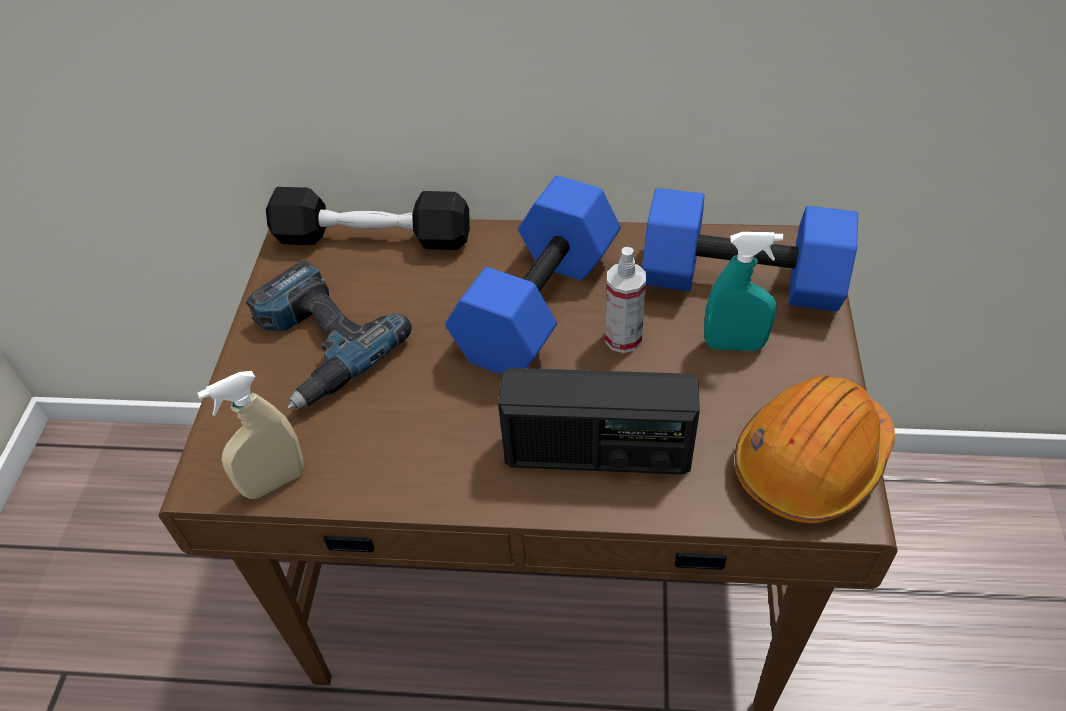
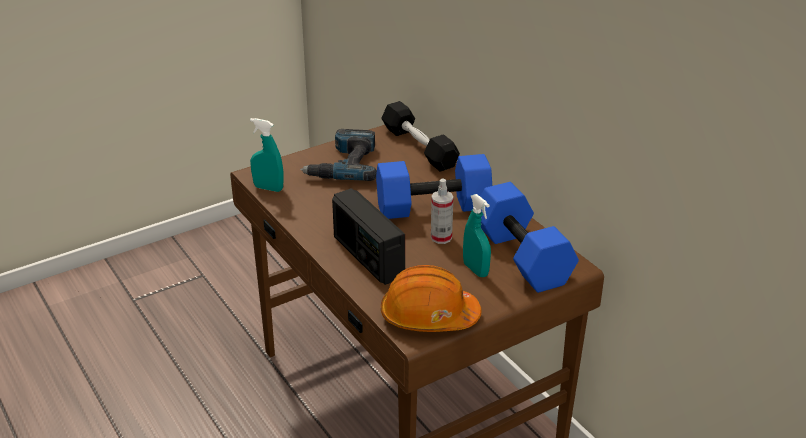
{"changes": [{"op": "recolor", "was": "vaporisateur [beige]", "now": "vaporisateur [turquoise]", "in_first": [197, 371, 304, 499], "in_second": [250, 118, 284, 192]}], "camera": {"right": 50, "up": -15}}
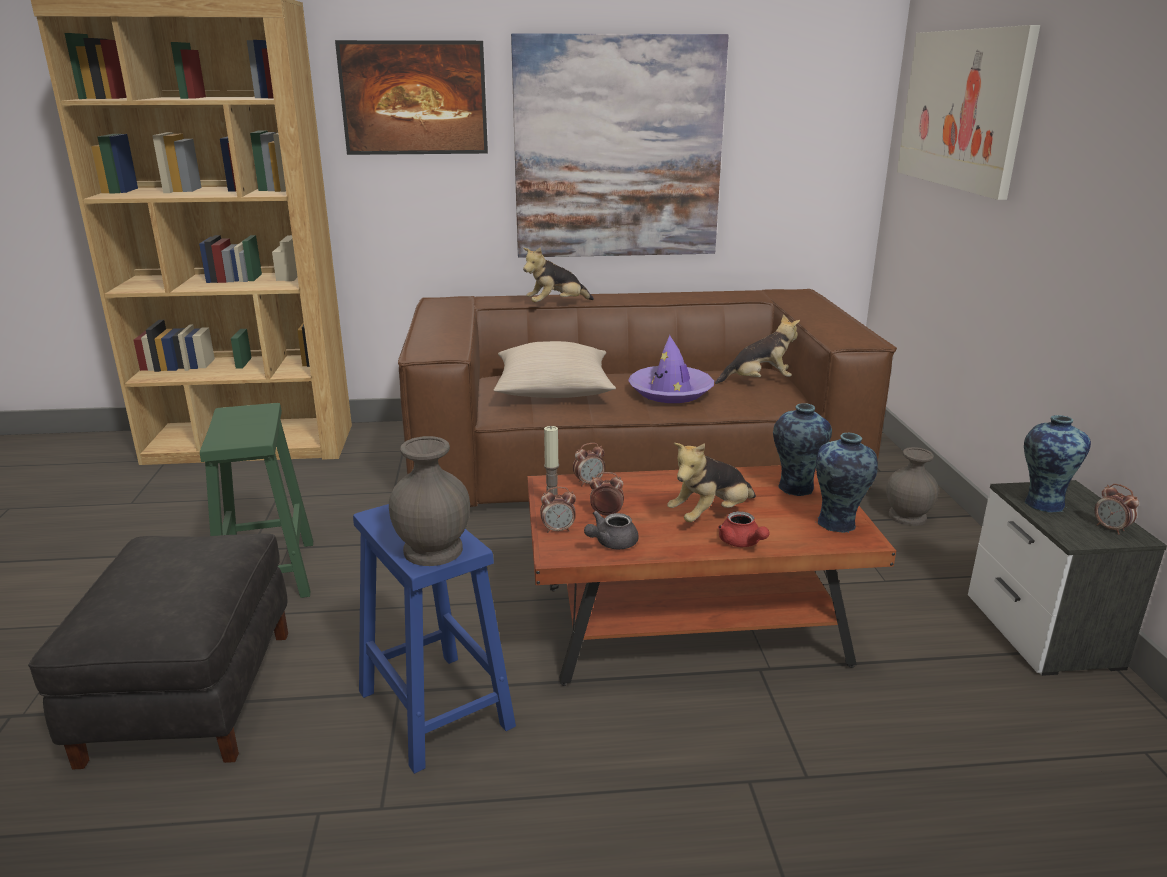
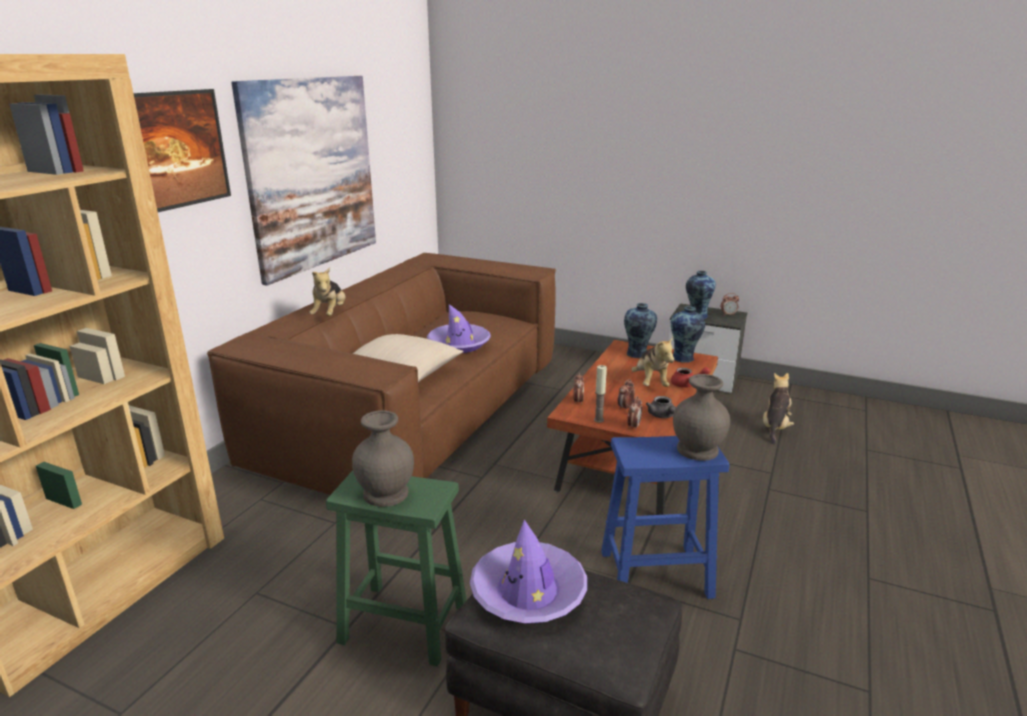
{"changes": [{"op": "move", "was": "vase [gris]", "in_first": [886, 447, 939, 526], "in_second": [352, 410, 414, 507]}, {"op": "insert", "now": "chapeau [violet]", "in_second": [470, 520, 587, 624]}, {"op": "move", "was": "peluche", "in_first": [715, 314, 800, 384], "in_second": [763, 373, 794, 444]}, {"op": "delete", "was": "tableau", "in_first": [897, 25, 1040, 200]}], "camera": {"right": -60, "up": 0}}
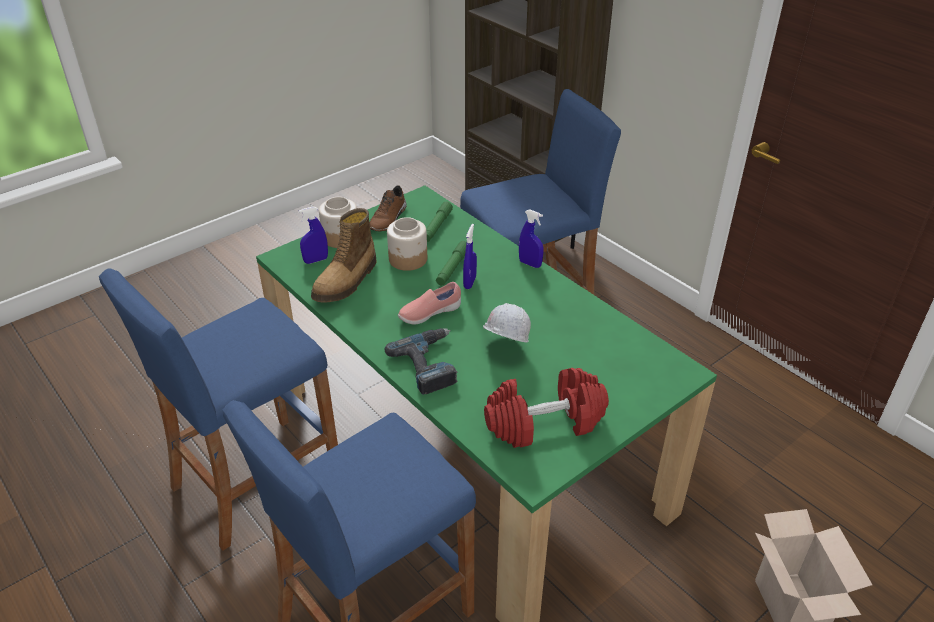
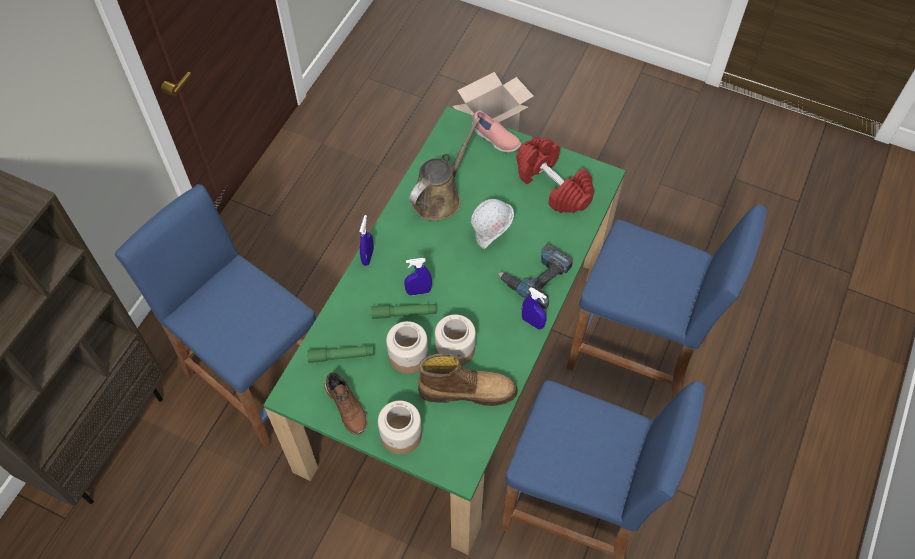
{"changes": [{"op": "rotate", "was": "chaussure [marron]", "in_first": [370, 185, 406, 231], "in_second": [324, 372, 367, 435], "clockwise": 60}, {"op": "insert", "now": "arrosoir [marron]", "in_second": [409, 118, 480, 221]}, {"op": "insert", "now": "bocal", "in_second": [435, 314, 476, 366]}, {"op": "move", "was": "chaussure [rose]", "in_first": [398, 282, 461, 324], "in_second": [472, 110, 521, 152]}, {"op": "move", "was": "vaporisateur [bleu]", "in_first": [298, 206, 328, 264], "in_second": [522, 287, 547, 330]}], "camera": {"right": -115, "up": 20}}
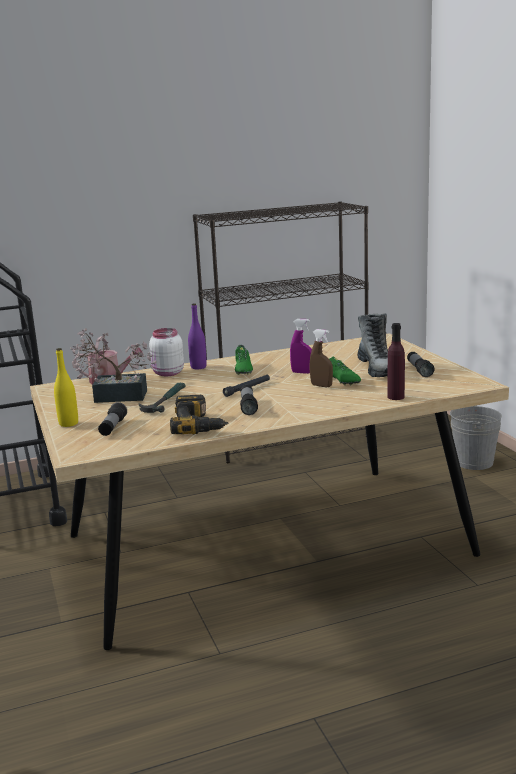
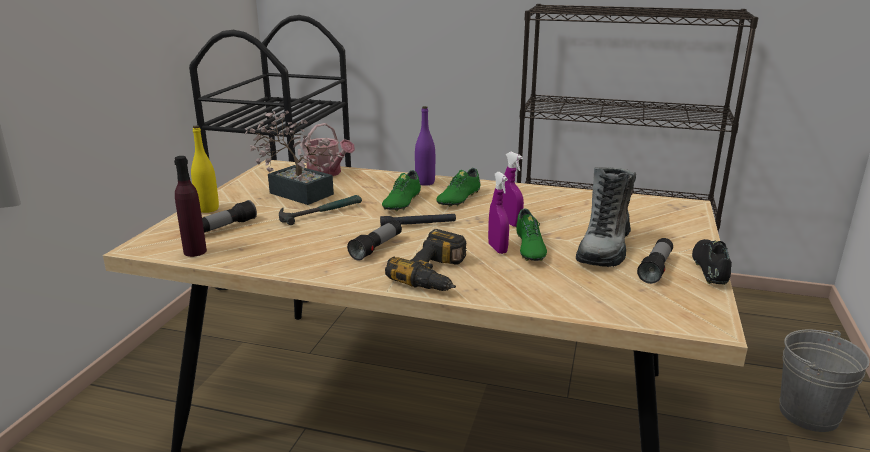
{"changes": [{"op": "move", "was": "bouteille [violet]", "in_first": [387, 323, 405, 400], "in_second": [174, 156, 207, 257]}, {"op": "insert", "now": "chaussure [vert]", "in_second": [382, 170, 421, 211]}, {"op": "move", "was": "perceuse", "in_first": [170, 395, 229, 435], "in_second": [385, 229, 467, 291]}, {"op": "recolor", "was": "vaporisateur [marron]", "now": "vaporisateur [violet]", "in_first": [310, 329, 333, 387], "in_second": [488, 172, 509, 254]}, {"op": "insert", "now": "chaussure [noir]", "in_second": [692, 239, 732, 285]}, {"op": "delete", "was": "bocal [blanc]", "in_first": [149, 328, 184, 376]}], "camera": {"right": 35, "up": 5}}
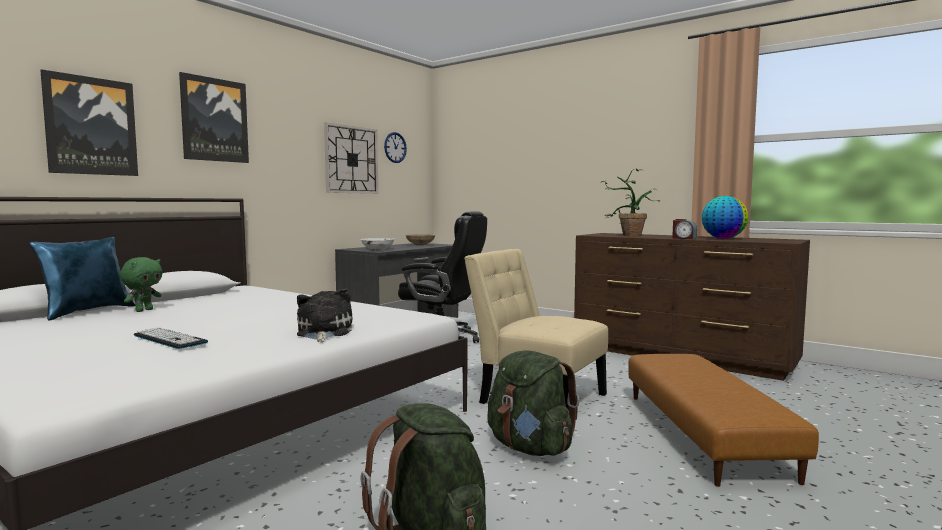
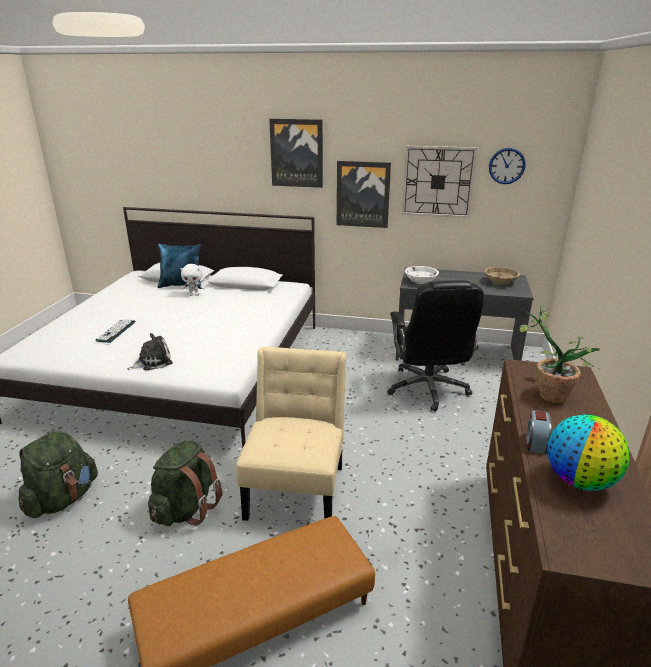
{"changes": [{"op": "recolor", "was": "peluche [vert]", "now": "peluche [blanc]", "in_first": [120, 257, 162, 312], "in_second": [180, 264, 205, 296]}, {"op": "move", "was": "tableau", "in_first": [40, 69, 138, 176], "in_second": [337, 161, 391, 228]}], "camera": {"right": 65, "up": 20}}
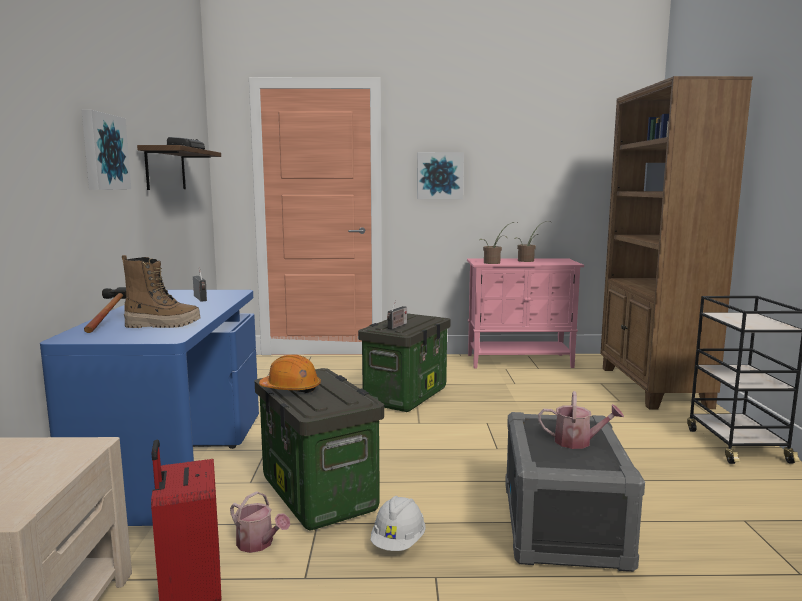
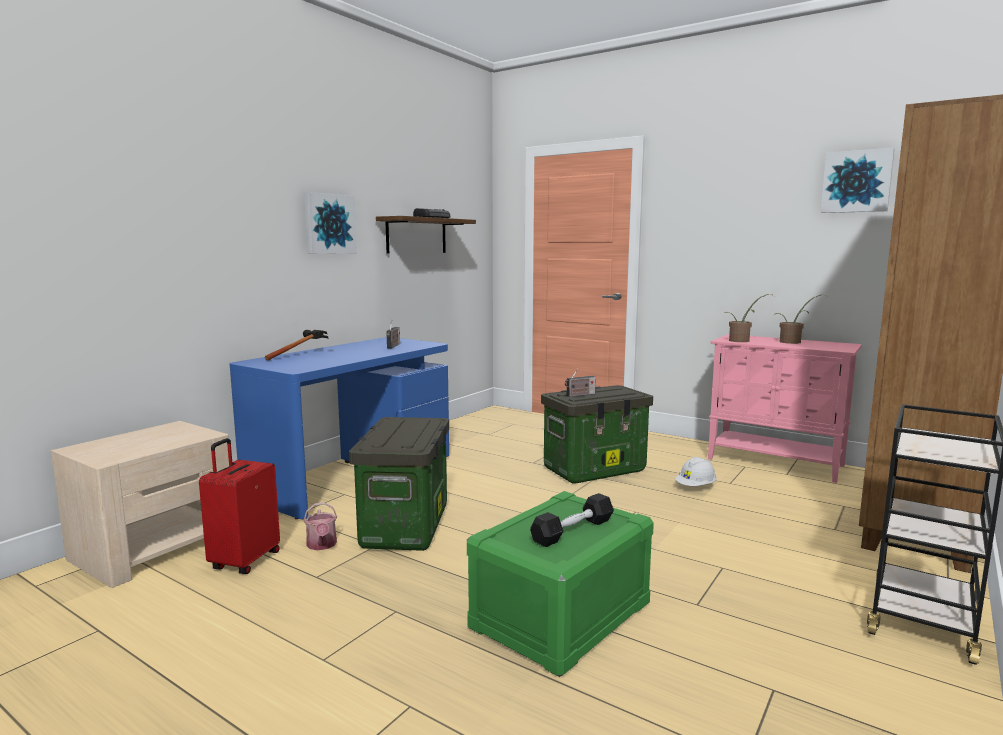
{"changes": [{"op": "recolor", "was": "boîte de rangement [gris]", "now": "boîte de rangement [vert]", "in_first": [505, 412, 645, 572], "in_second": [467, 491, 654, 677]}, {"op": "replace", "was": "arrosoir", "now": "haltère [noir]", "in_first": [538, 391, 624, 449], "in_second": [530, 493, 614, 547]}, {"op": "move", "was": "casque de chantier [blanc]", "in_first": [371, 496, 425, 551], "in_second": [675, 457, 717, 486]}, {"op": "move", "was": "tableau", "in_first": [417, 152, 464, 199], "in_second": [820, 148, 894, 213]}, {"op": "delete", "was": "botte", "in_first": [122, 255, 201, 328]}, {"op": "delete", "was": "casque de chantier [orange]", "in_first": [259, 354, 321, 393]}], "camera": {"right": 35, "up": 0}}
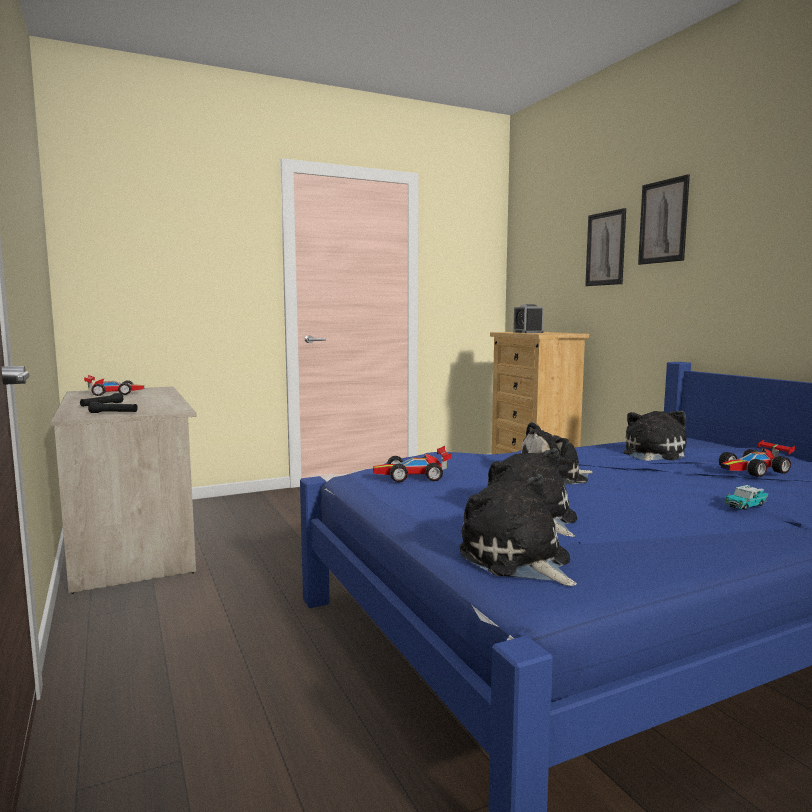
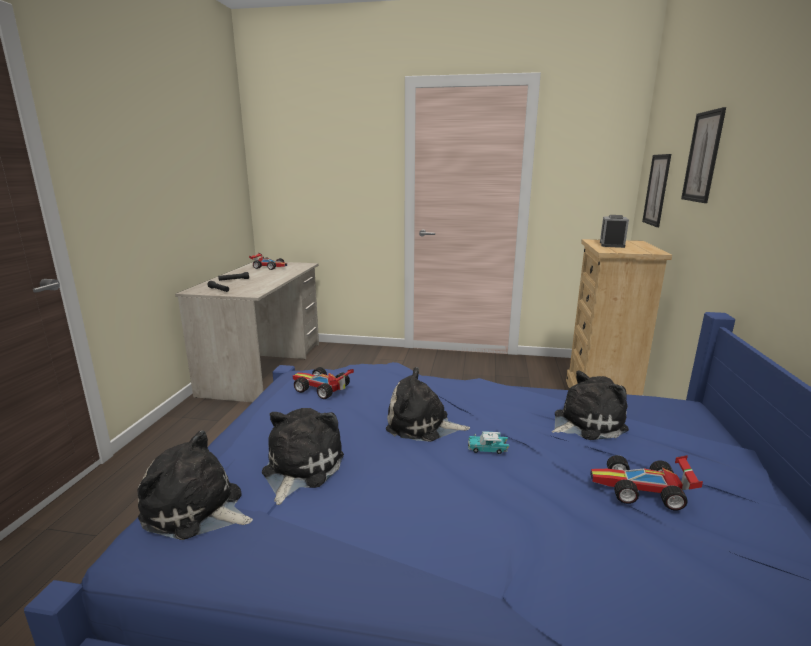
{"changes": [{"op": "rotate", "was": "peluche", "in_first": [459, 474, 577, 586], "in_second": [137, 430, 253, 540], "clockwise": -75}, {"op": "move", "was": "petite voiture", "in_first": [724, 485, 768, 510], "in_second": [468, 431, 509, 454]}, {"op": "move", "was": "tableau", "in_first": [638, 174, 690, 265], "in_second": [642, 154, 671, 227]}], "camera": {"right": 35, "up": 10}}
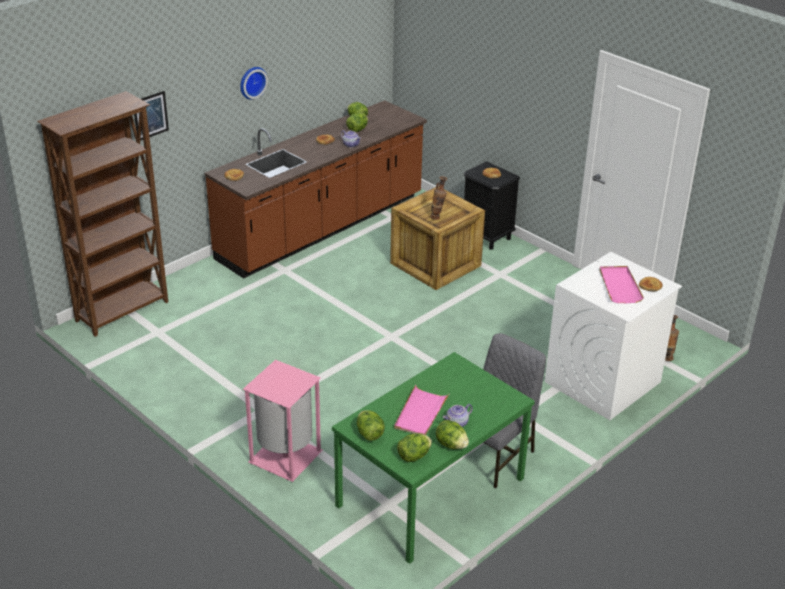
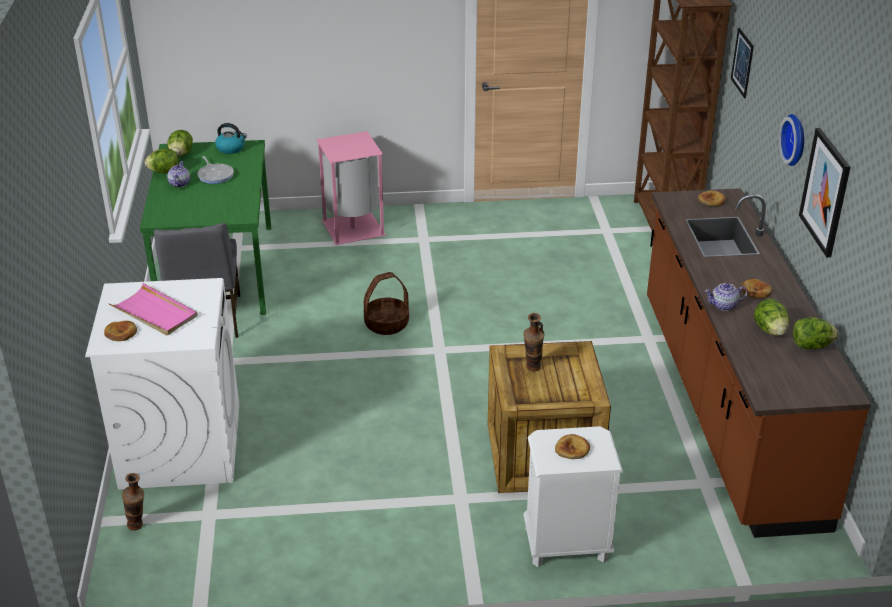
{"changes": [{"op": "replace", "was": "plateau [rose]", "now": "poêle", "in_first": [394, 385, 449, 435], "in_second": [197, 156, 234, 184]}, {"op": "replace", "was": "laitue", "now": "bouilloire", "in_first": [357, 410, 385, 441], "in_second": [215, 123, 247, 154]}, {"op": "insert", "now": "panier", "in_second": [364, 272, 409, 335]}, {"op": "recolor", "was": "table de chevet [noir]", "now": "table de chevet [blanc]", "in_first": [464, 161, 520, 249], "in_second": [524, 426, 623, 567]}, {"op": "insert", "now": "tableau", "in_second": [799, 128, 851, 257]}], "camera": {"right": 130, "up": 0}}
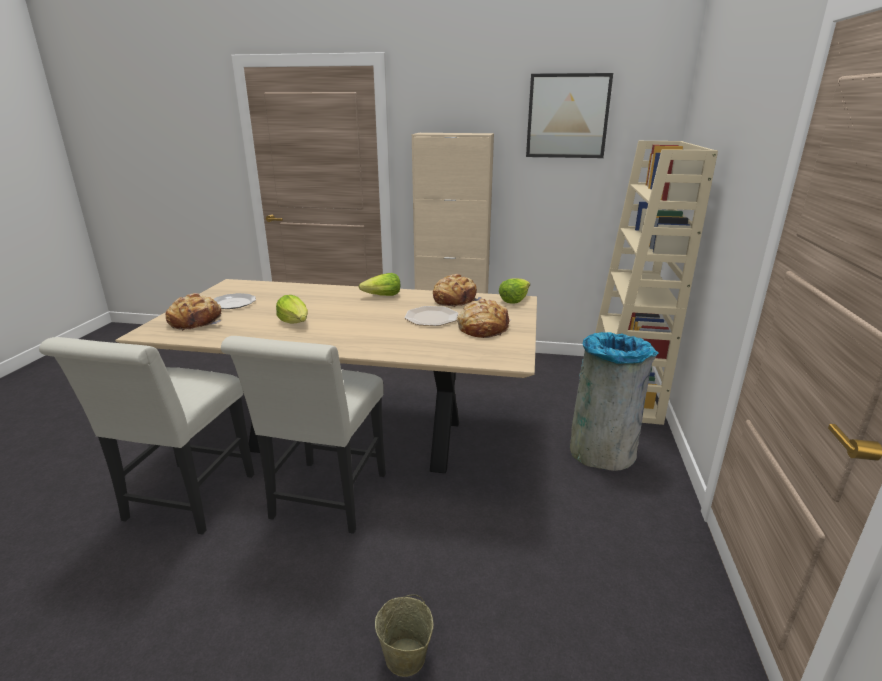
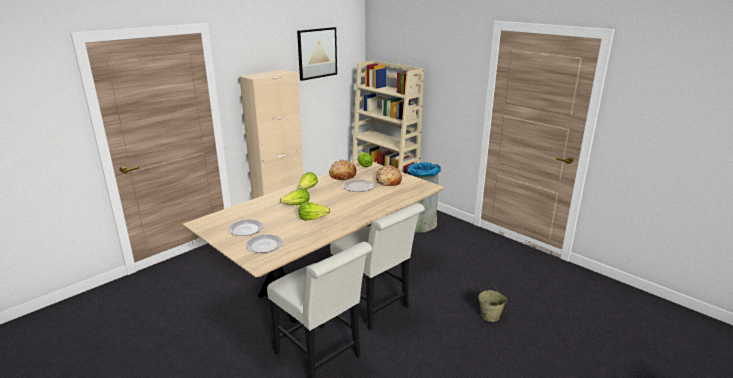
{"changes": [{"op": "replace", "was": "pain", "now": "assiette", "in_first": [166, 293, 222, 331], "in_second": [246, 235, 282, 253]}, {"op": "insert", "now": "laitue", "in_second": [280, 189, 310, 205]}], "camera": {"right": -55, "up": 0}}
